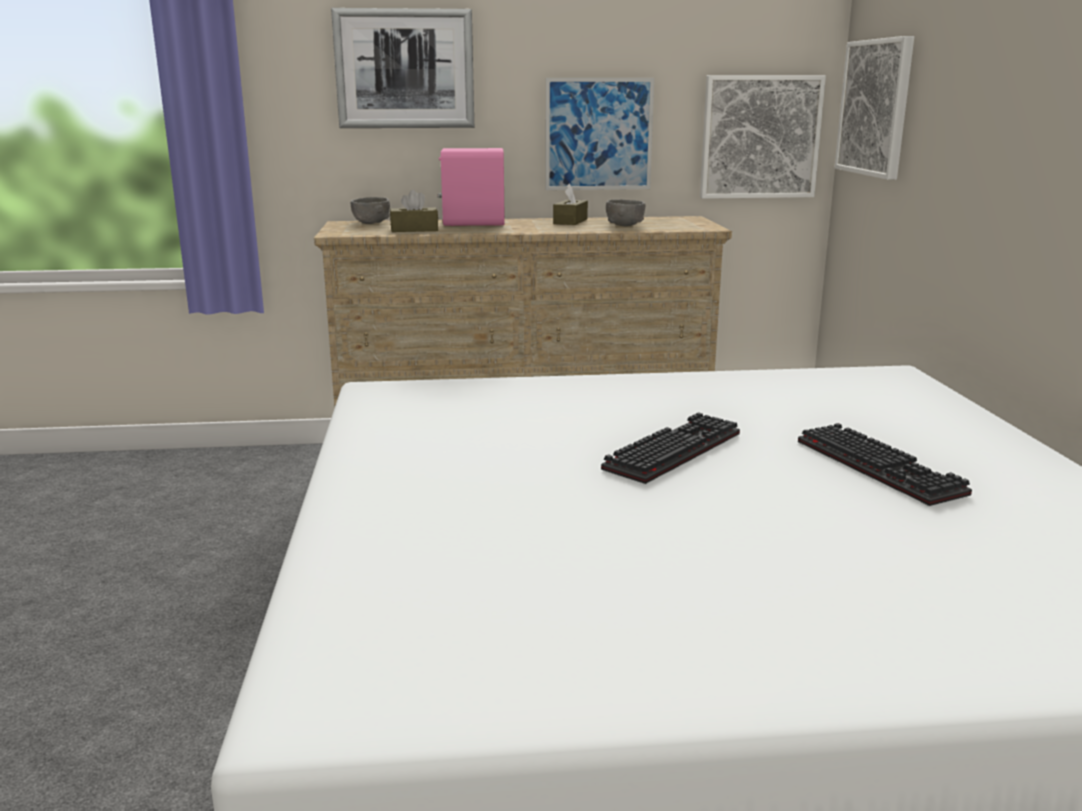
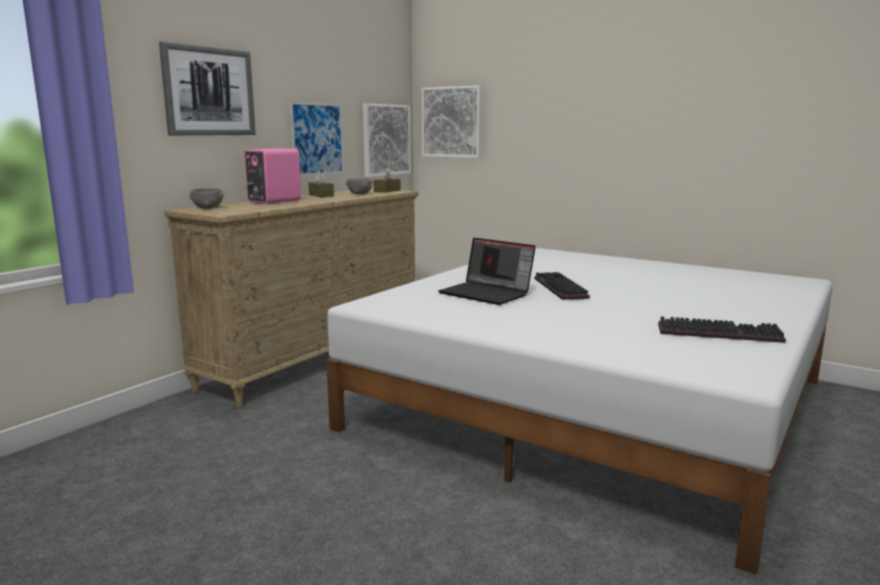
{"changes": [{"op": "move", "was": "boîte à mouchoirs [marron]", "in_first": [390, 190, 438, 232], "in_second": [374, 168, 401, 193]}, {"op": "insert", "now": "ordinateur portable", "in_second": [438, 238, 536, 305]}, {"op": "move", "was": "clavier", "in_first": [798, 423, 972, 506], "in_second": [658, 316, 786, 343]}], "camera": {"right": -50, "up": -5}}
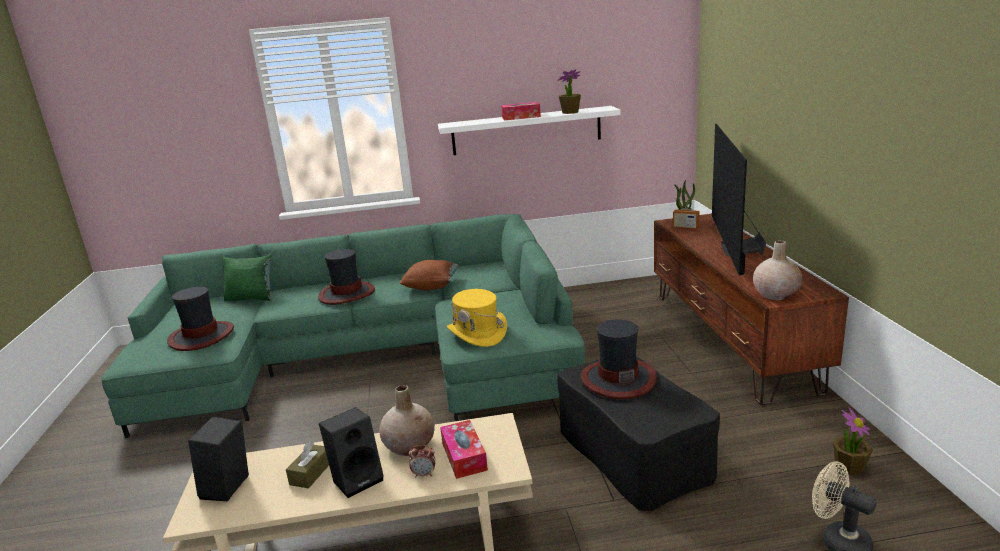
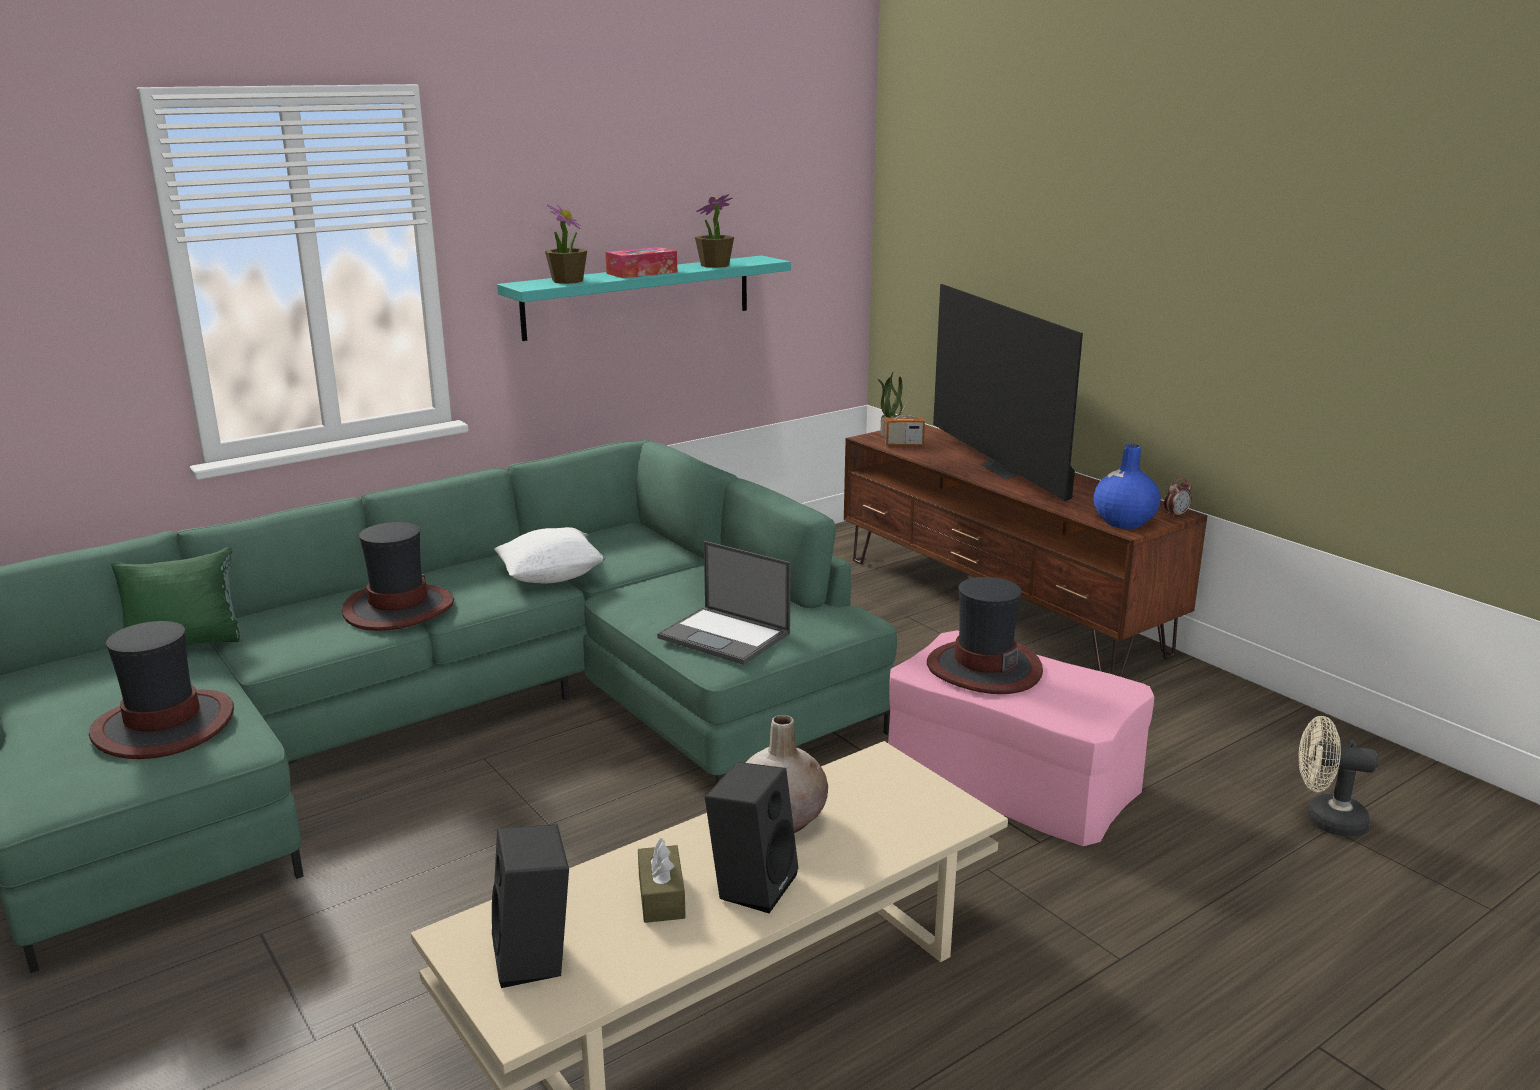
{"changes": [{"op": "recolor", "was": "coussin [marron]", "now": "coussin [blanc]", "in_first": [399, 260, 460, 290], "in_second": [494, 527, 606, 583]}, {"op": "recolor", "was": "étagère [blanc]", "now": "étagère [turquoise]", "in_first": [438, 106, 621, 155], "in_second": [497, 255, 791, 341]}, {"op": "move", "was": "plante en pot", "in_first": [833, 407, 873, 475], "in_second": [545, 204, 587, 284]}, {"op": "replace", "was": "chapeau [jaune]", "now": "ordinateur portable", "in_first": [447, 289, 507, 347], "in_second": [657, 541, 791, 665]}, {"op": "recolor", "was": "pouf [noir]", "now": "pouf [rose]", "in_first": [557, 356, 720, 511], "in_second": [888, 630, 1154, 846]}, {"op": "recolor", "was": "vase [beige]", "now": "vase [bleu]", "in_first": [753, 240, 803, 300], "in_second": [1094, 444, 1161, 529]}, {"op": "move", "was": "réveil", "in_first": [409, 445, 435, 477], "in_second": [1164, 478, 1192, 518]}, {"op": "delete", "was": "boîte à mouchoirs", "in_first": [440, 420, 488, 479]}], "camera": {"right": -30, "up": 0}}
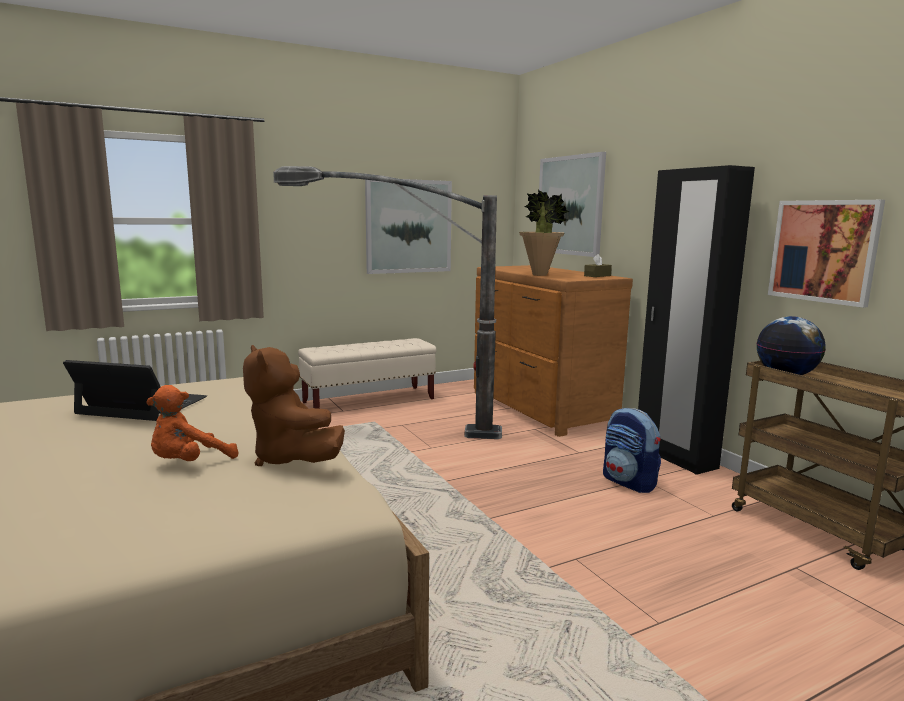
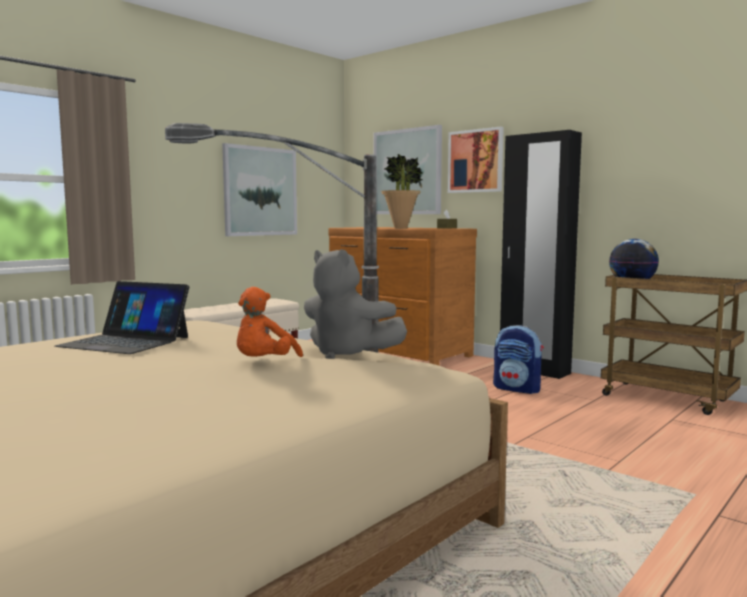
{"changes": [{"op": "rotate", "was": "ordinateur portable", "in_first": [63, 360, 207, 421], "in_second": [55, 281, 189, 354], "clockwise": -150}, {"op": "recolor", "was": "peluche [marron]", "now": "peluche [gris]", "in_first": [243, 345, 345, 466], "in_second": [304, 249, 407, 359]}, {"op": "move", "was": "tableau", "in_first": [768, 200, 885, 308], "in_second": [448, 127, 504, 193]}], "camera": {"right": -20, "up": -5}}
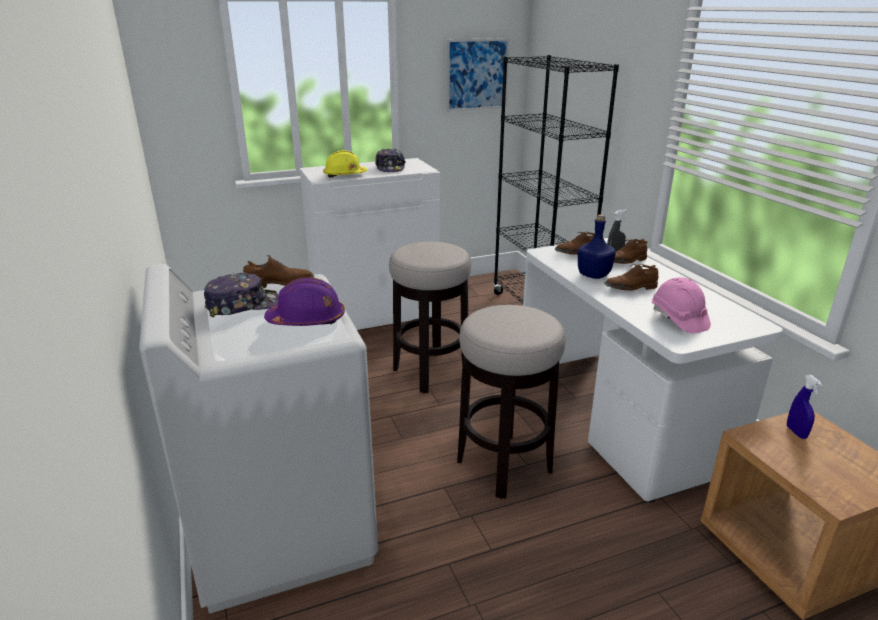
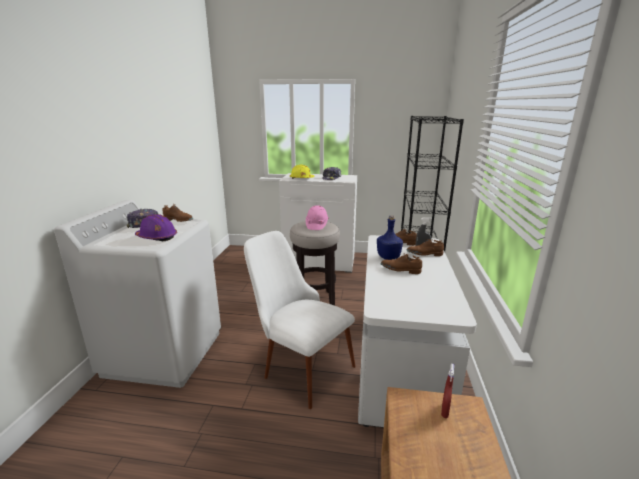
{"changes": [{"op": "replace", "was": "tabouret", "now": "chaise [blanc]", "in_first": [457, 305, 566, 498], "in_second": [244, 231, 356, 409]}, {"op": "move", "was": "casque de chantier [rose]", "in_first": [652, 277, 711, 333], "in_second": [306, 205, 329, 230]}, {"op": "recolor", "was": "vaporisateur [bleu]", "now": "vaporisateur [rouge]", "in_first": [787, 375, 822, 439], "in_second": [441, 363, 454, 418]}, {"op": "delete", "was": "tableau", "in_first": [447, 38, 510, 112]}], "camera": {"right": 30, "up": -5}}
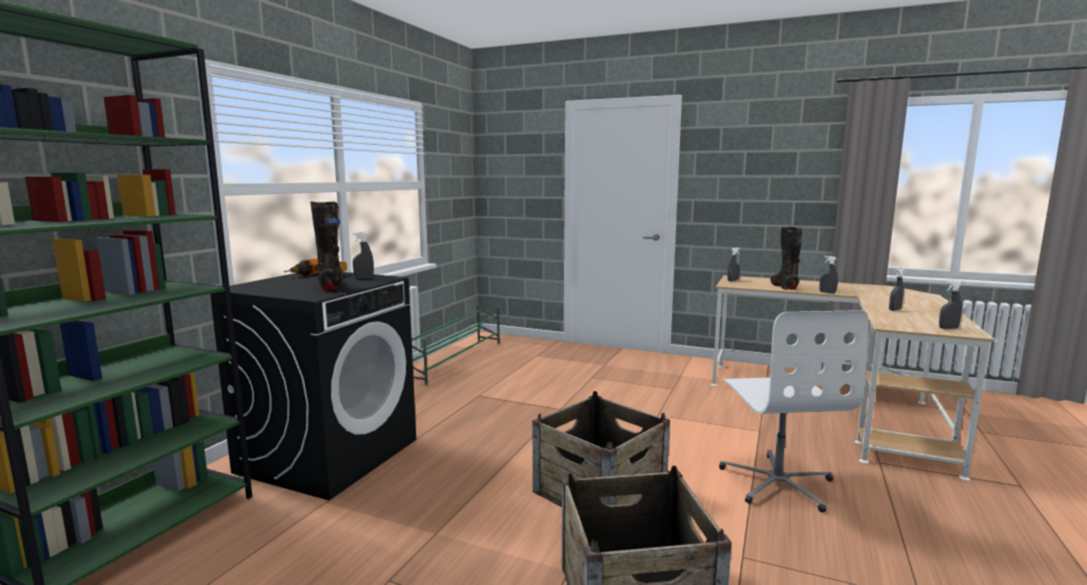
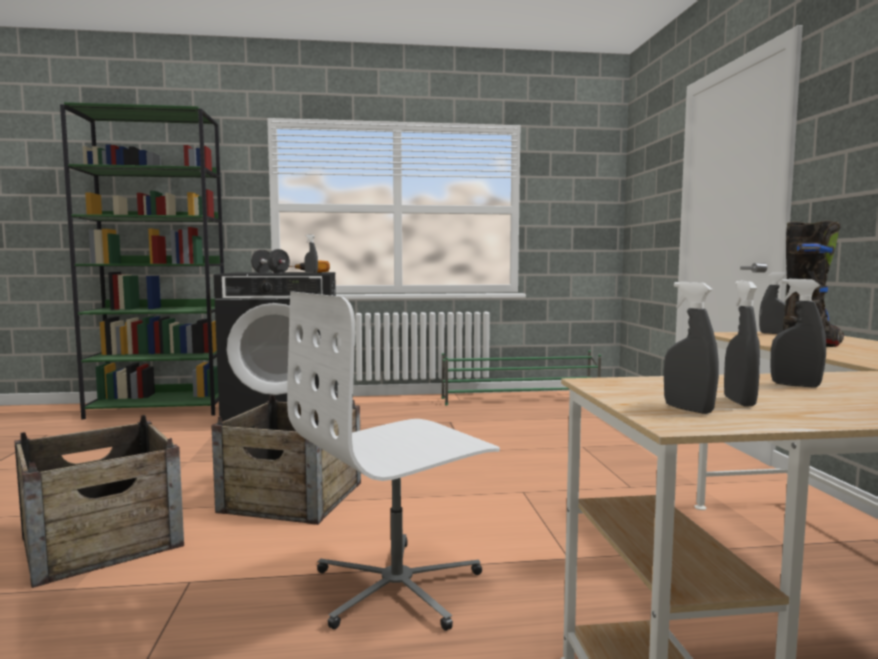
{"changes": [{"op": "replace", "was": "botte [noir]", "now": "haltère [noir]", "in_first": [310, 202, 343, 290], "in_second": [251, 249, 290, 273]}, {"op": "move", "was": "vaporisateur [gris]", "in_first": [819, 256, 838, 294], "in_second": [724, 280, 760, 407]}], "camera": {"right": 60, "up": -5}}
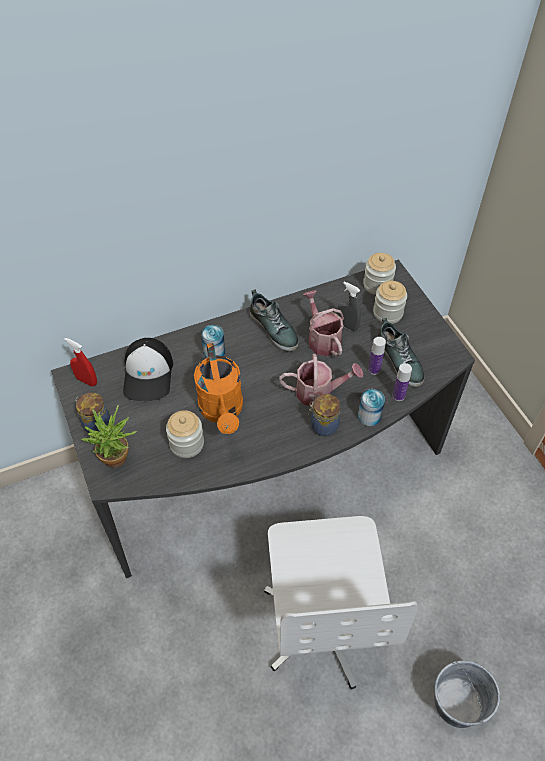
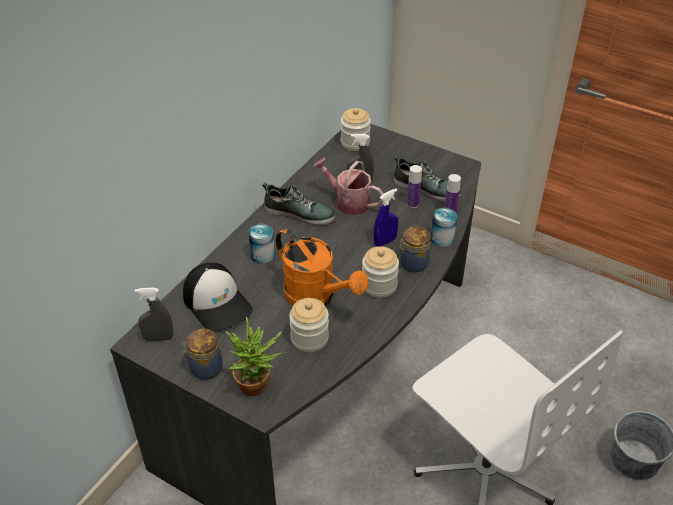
{"changes": [{"op": "recolor", "was": "vaporisateur [rouge]", "now": "vaporisateur [gris]", "in_first": [64, 338, 97, 386], "in_second": [135, 288, 173, 342]}, {"op": "move", "was": "bocal", "in_first": [373, 281, 407, 324], "in_second": [362, 246, 399, 298]}, {"op": "replace", "was": "arrosoir", "now": "vaporisateur [bleu]", "in_first": [279, 354, 363, 406], "in_second": [374, 188, 398, 247]}], "camera": {"right": -35, "up": -10}}
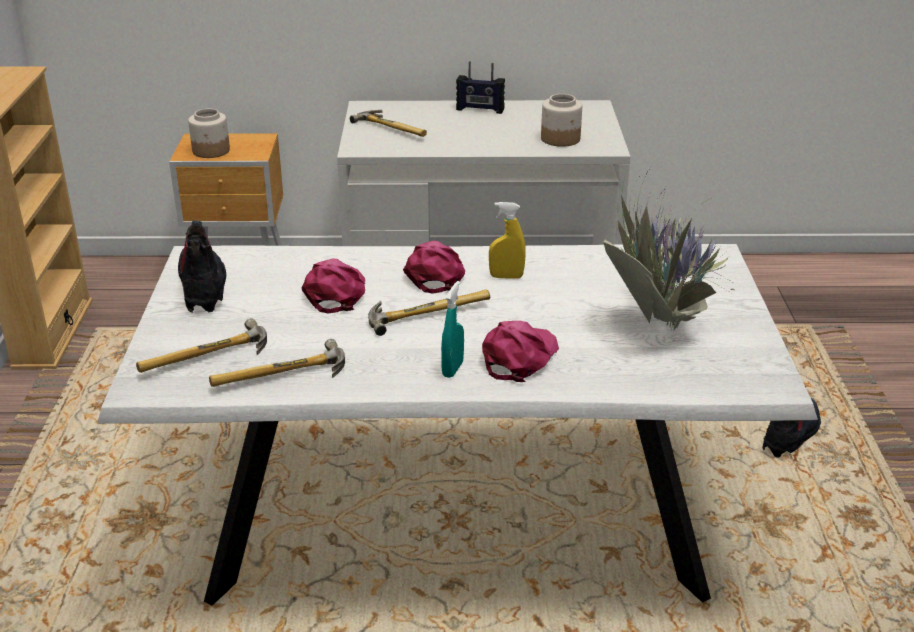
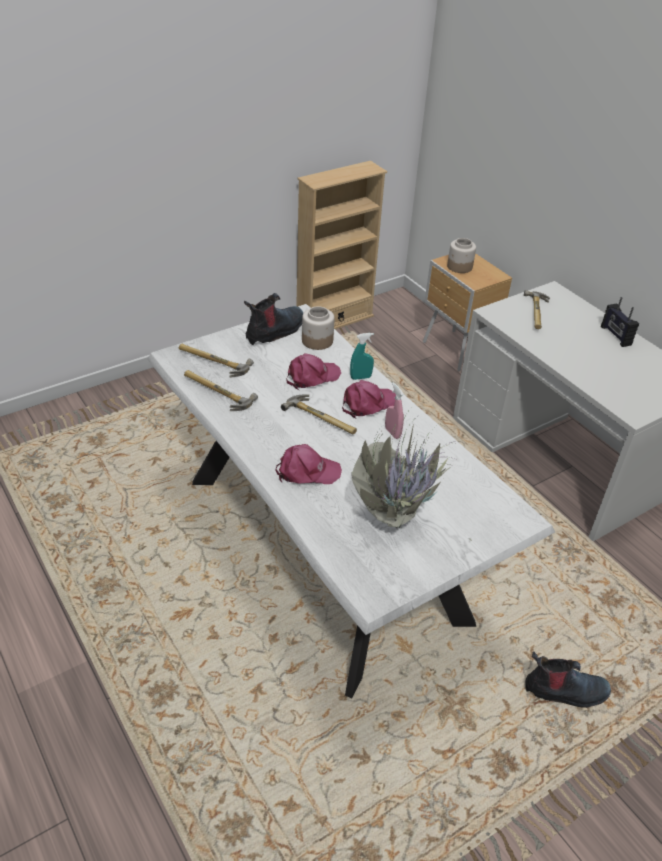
{"changes": [{"op": "move", "was": "bocal", "in_first": [541, 94, 582, 147], "in_second": [302, 306, 335, 350]}, {"op": "move", "was": "vaporisateur [turquoise]", "in_first": [441, 281, 464, 378], "in_second": [350, 333, 374, 380]}, {"op": "recolor", "was": "vaporisateur [jaune]", "now": "vaporisateur [rose]", "in_first": [489, 202, 526, 279], "in_second": [385, 382, 404, 439]}], "camera": {"right": 55, "up": 10}}
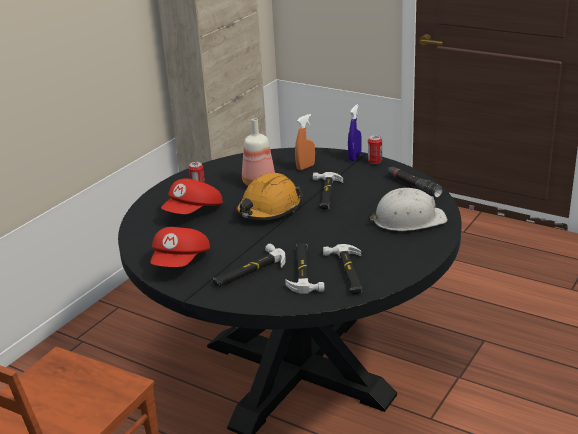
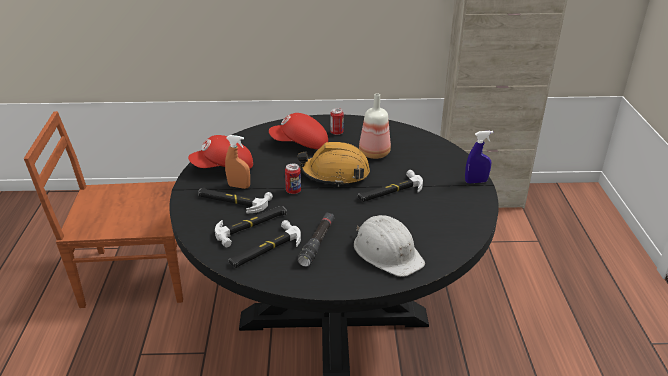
{"changes": [{"op": "move", "was": "vaporisateur [orange]", "in_first": [295, 114, 315, 170], "in_second": [225, 135, 250, 189]}, {"op": "move", "was": "boîte métallique", "in_first": [368, 135, 382, 164], "in_second": [285, 164, 301, 194]}, {"op": "move", "was": "lampe de poche [noir]", "in_first": [387, 166, 443, 198], "in_second": [297, 212, 334, 267]}], "camera": {"right": 55, "up": 5}}
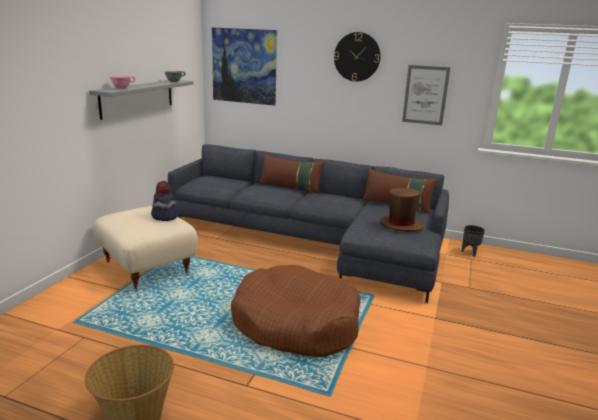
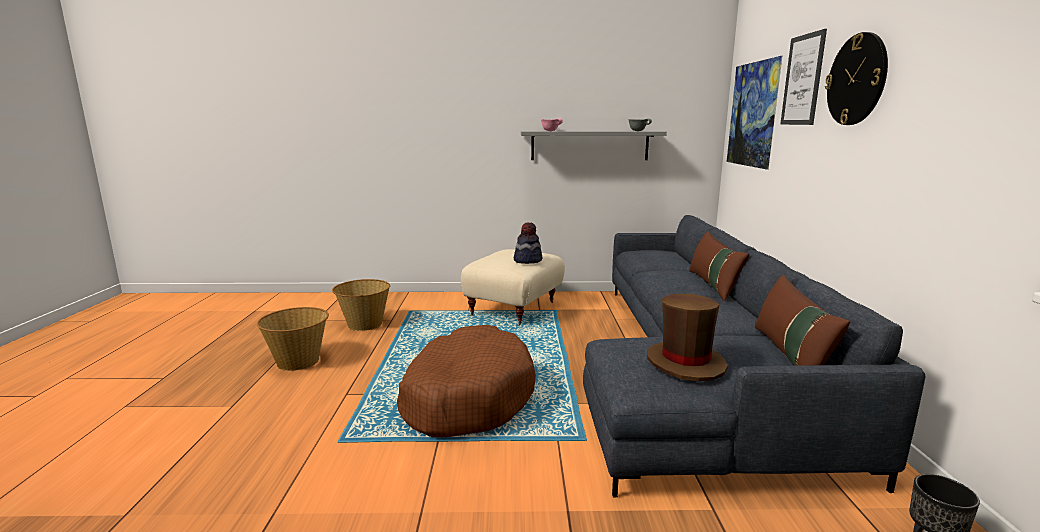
{"changes": [{"op": "insert", "now": "panier", "in_second": [332, 279, 390, 331]}, {"op": "move", "was": "tableau", "in_first": [402, 65, 450, 125], "in_second": [780, 29, 827, 125]}], "camera": {"right": 70, "up": -5}}
